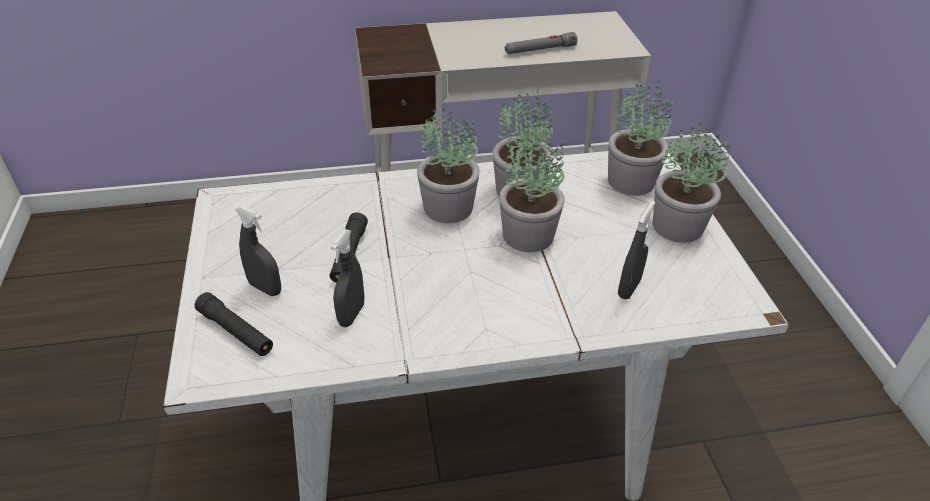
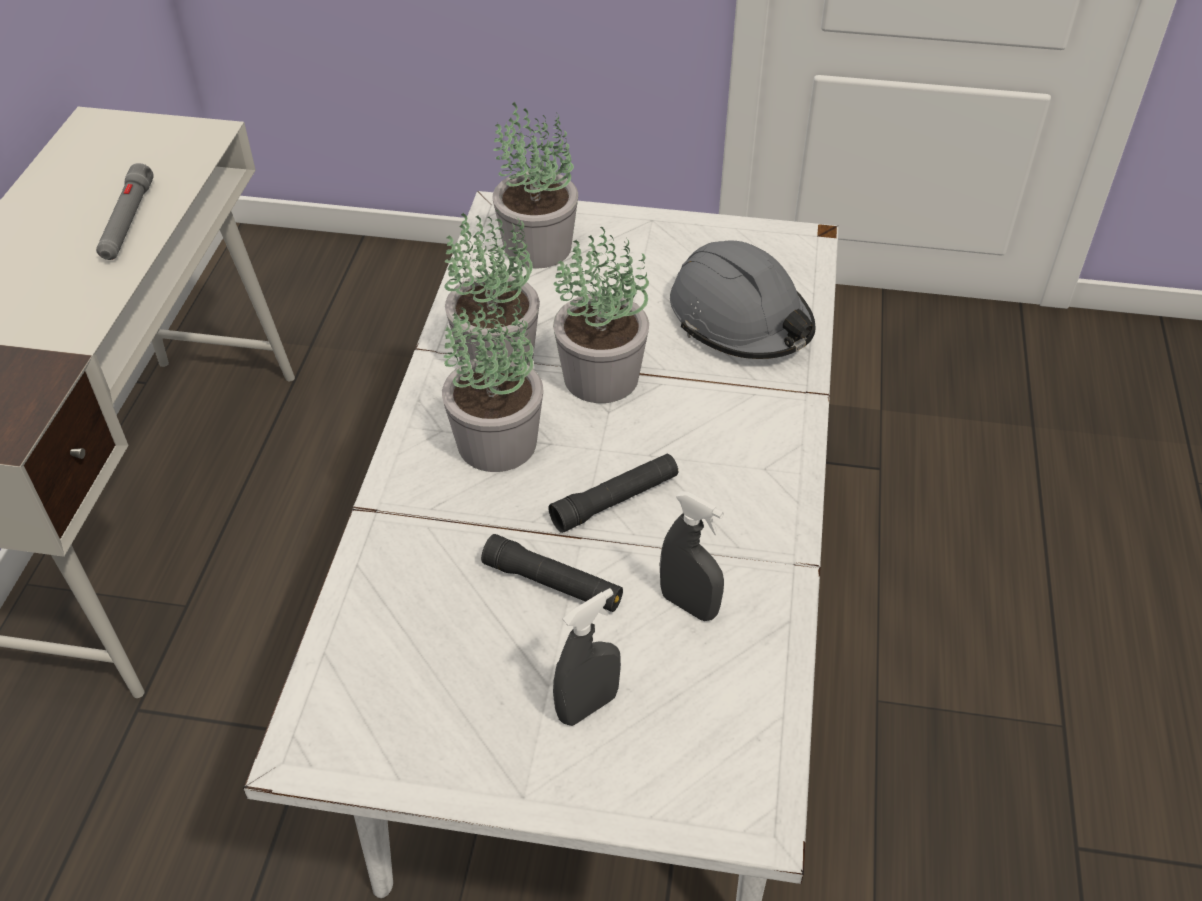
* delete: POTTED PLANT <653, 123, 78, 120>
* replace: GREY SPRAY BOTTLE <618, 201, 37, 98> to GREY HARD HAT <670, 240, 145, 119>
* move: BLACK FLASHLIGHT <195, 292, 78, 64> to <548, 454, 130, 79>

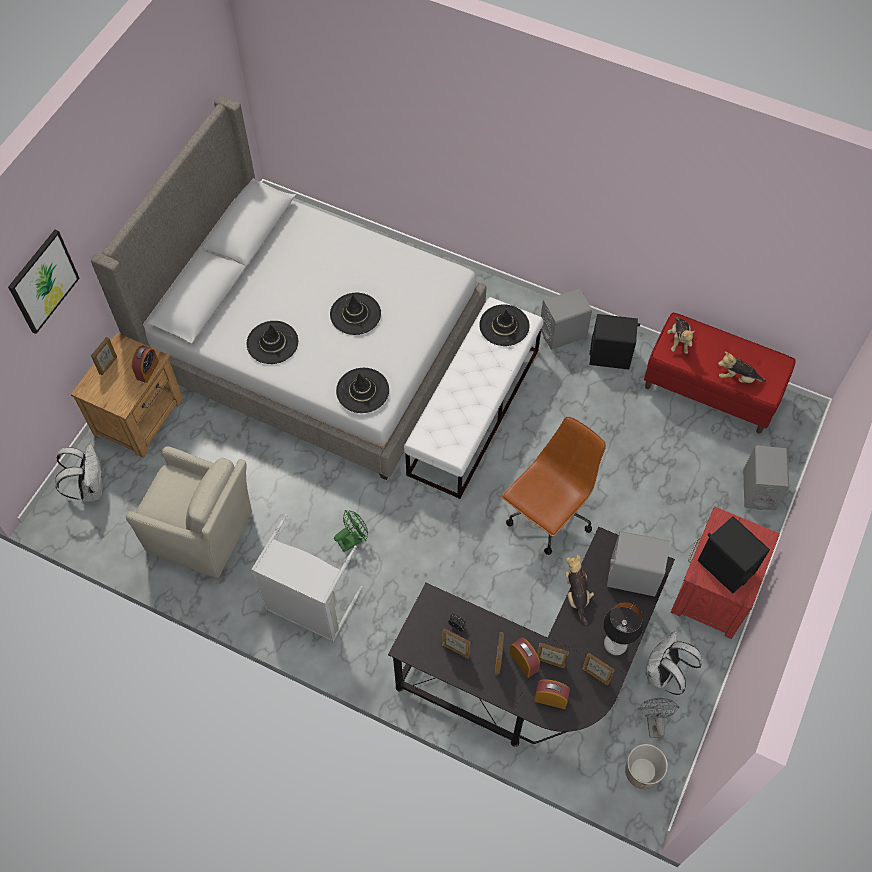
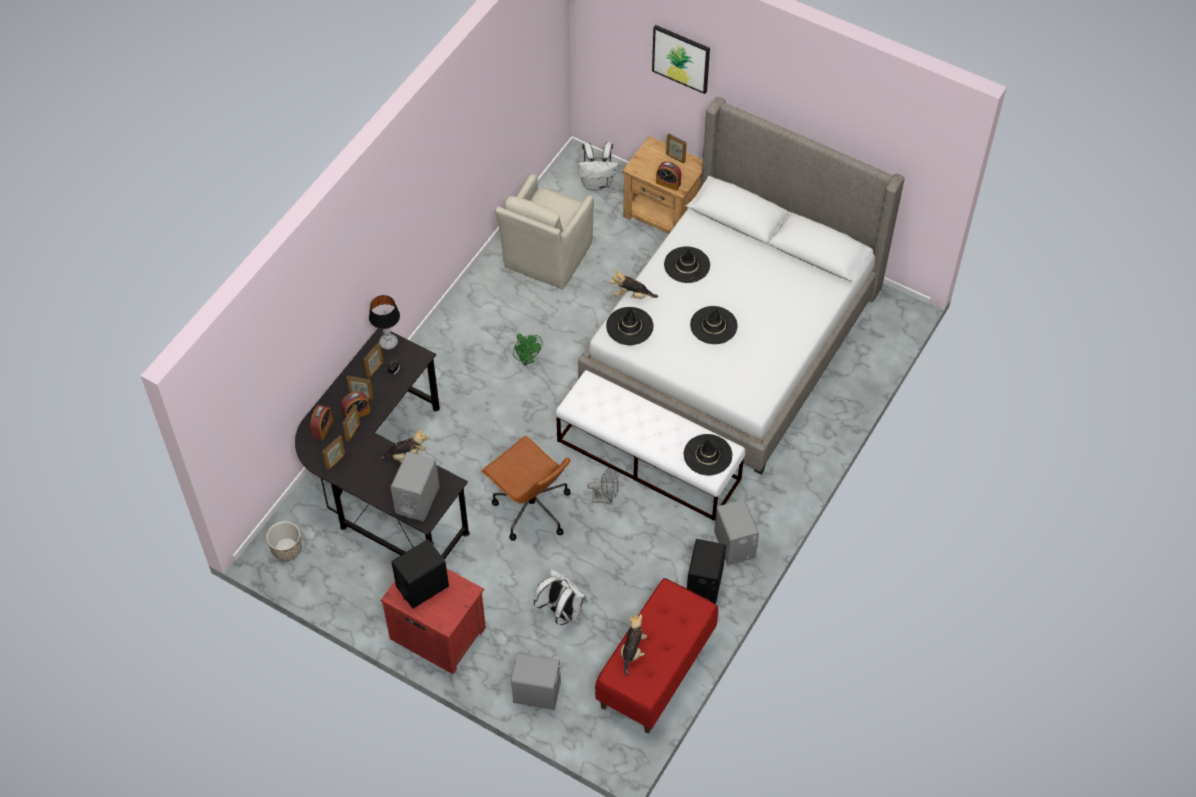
* move: PLUSH TOY <667, 317, 28, 37> to <610, 270, 48, 29>
* delete: GREY LAUNDRY BASKET <251, 514, 112, 128>
* move: TABLE LAMP <603, 602, 40, 53> to <369, 295, 31, 55>
* move: WHITE BACKPACK <645, 631, 57, 64> to <534, 569, 53, 56>
* move: GREY FAN <638, 698, 42, 40> to <587, 468, 32, 36>

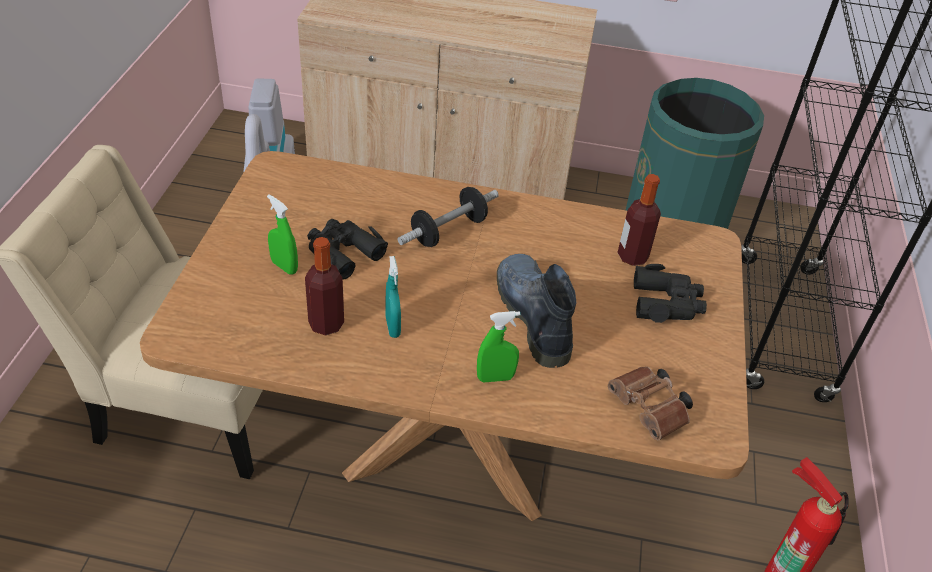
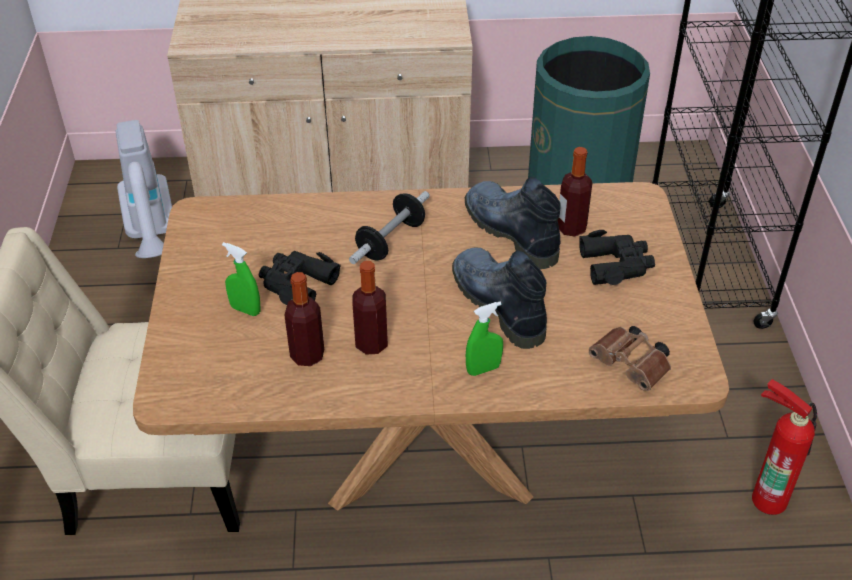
* replace: TURQUOISE SPRAY BOTTLE <386, 256, 15, 82> to BOTTLE <352, 261, 36, 93>
* insert: BOOT <465, 177, 96, 92>

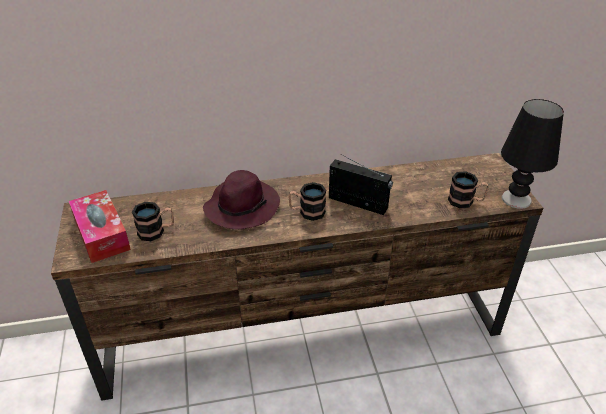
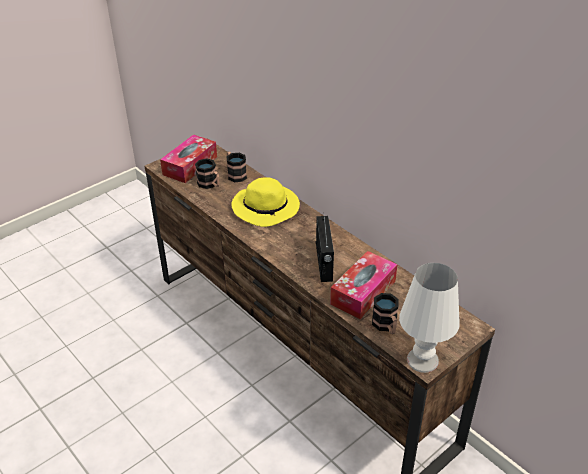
* recolor: BLACK TABLE LAMP <501, 99, 63, 110> to WHITE TABLE LAMP <399, 263, 61, 110>
* recolor: PURPLE HAT <203, 170, 77, 59> to YELLOW HAT <231, 177, 69, 50>
* move: MUG <288, 182, 38, 39> to <226, 152, 21, 30>
* insert: TISSUE BOX <330, 251, 67, 68>

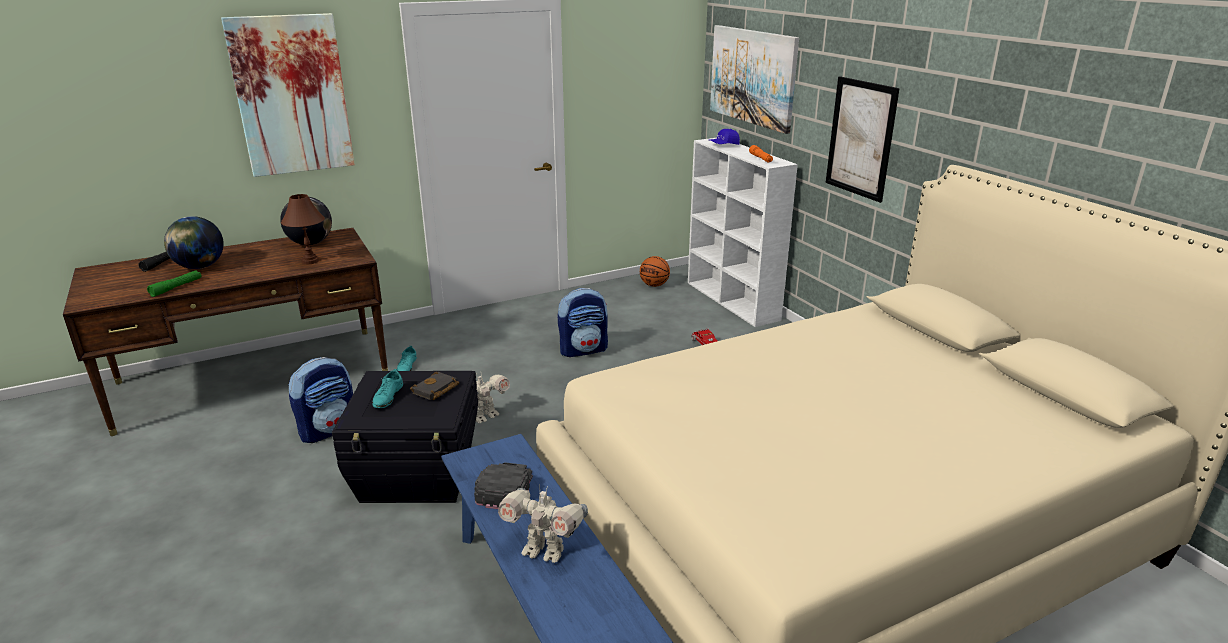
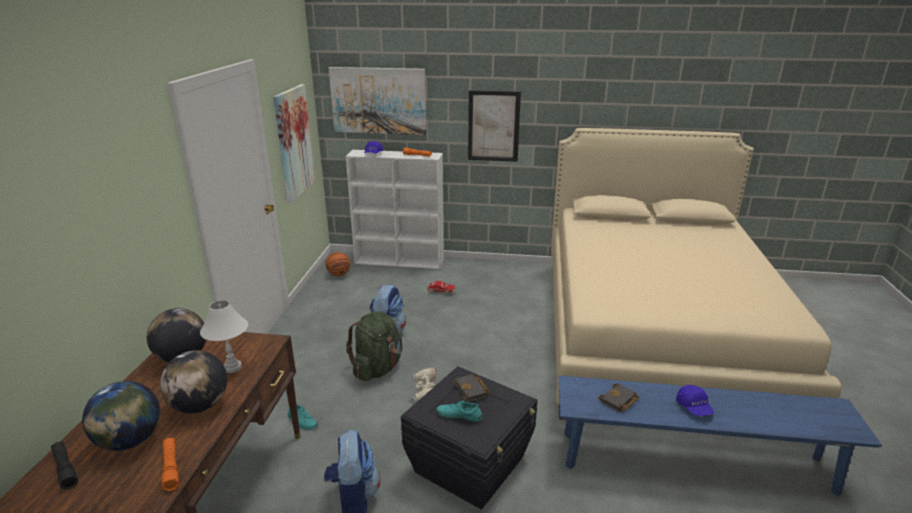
* move: PICTURE <221, 13, 134, 164> to <273, 84, 42, 119>
* recolor: BROWN TABLE LAMP <281, 194, 44, 70> to WHITE TABLE LAMP <200, 300, 48, 73>
* recolor: GREEN FLASHLIGHT <147, 270, 54, 27> to ORANGE FLASHLIGHT <162, 437, 17, 55>
* rotate: TURQUOISE SHOE <372, 369, 31, 39> = <436, 400, 46, 22> 150 degrees clockwise
* replace: BLACK CAP <474, 462, 59, 47> to BLACK BOOK <598, 383, 41, 29>
* replace: TOY ROBOT <498, 484, 90, 79> to BLUE CAP <676, 385, 38, 31>
* insert: GREEN BACKPACK <346, 312, 56, 69>
* insert: GLOBE <160, 350, 67, 63>

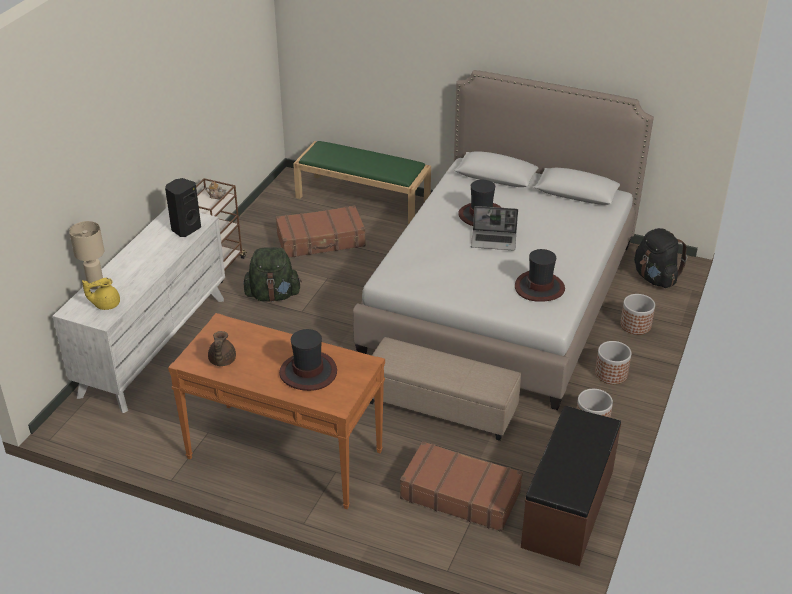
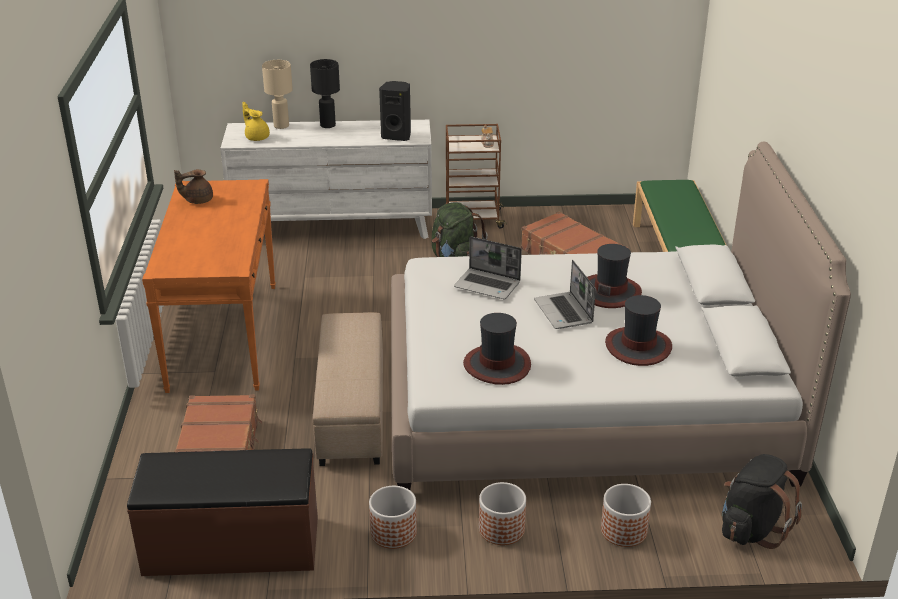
* move: HAT <279, 329, 58, 62> to <605, 295, 67, 71>
* insert: BLACK TABLE LAMP <310, 59, 30, 69>
* insert: LAPTOP <454, 236, 68, 63>

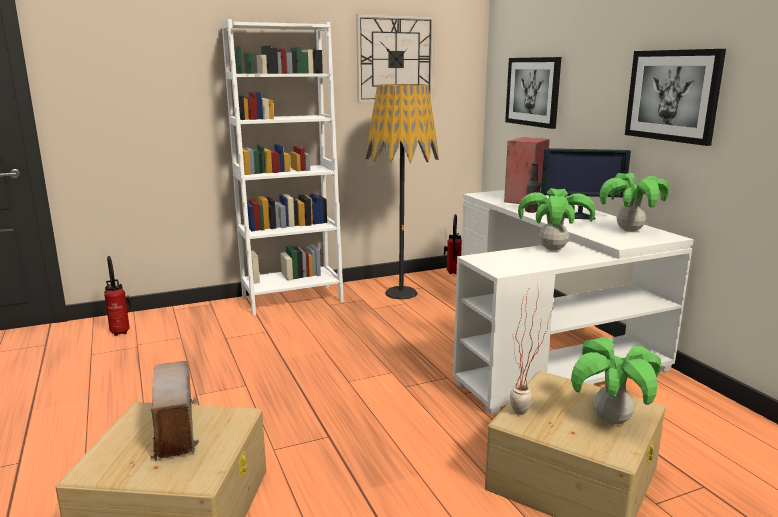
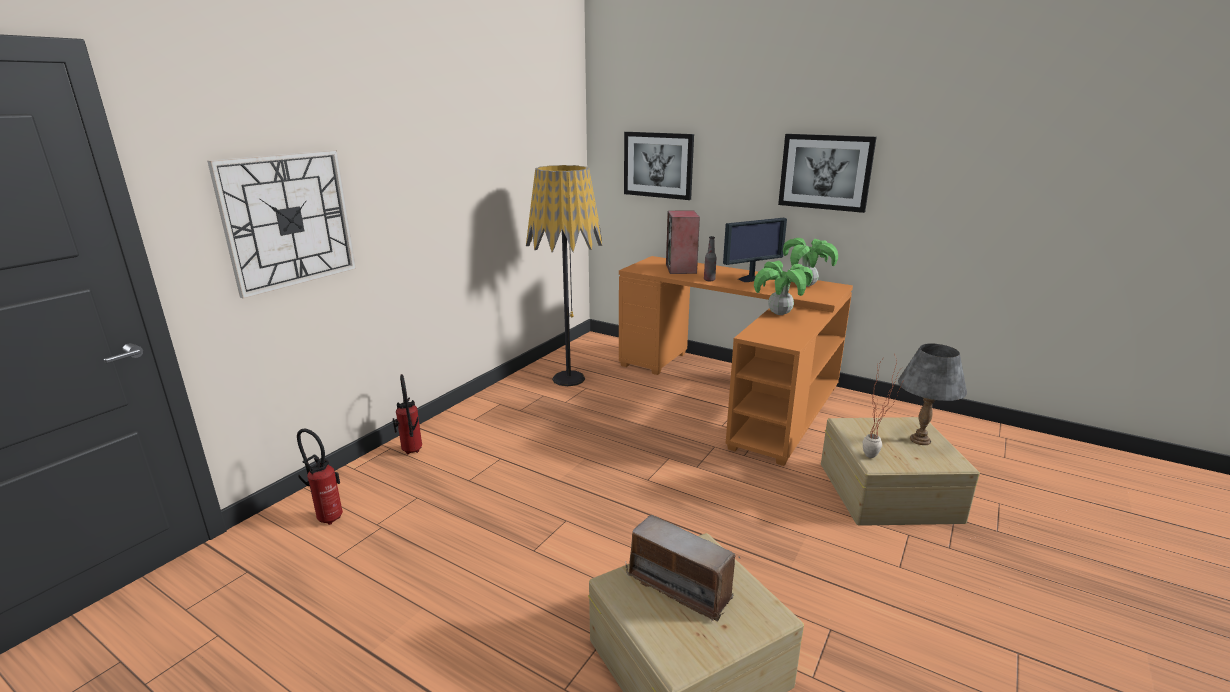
* move: WALL CLOCK <356, 14, 78, 89> to <207, 150, 149, 149>
* delete: WHITE BOOKCASE <222, 19, 122, 297>
* recolor: WHITE DESK <453, 190, 241, 225> to ORANGE DESK <619, 256, 234, 210>
* move: FIRE EXTINGUISHER <444, 214, 18, 61> to <392, 374, 30, 80>
* replace: POTTED PLANT <571, 337, 90, 87> to GREY TABLE LAMP <898, 344, 69, 101>

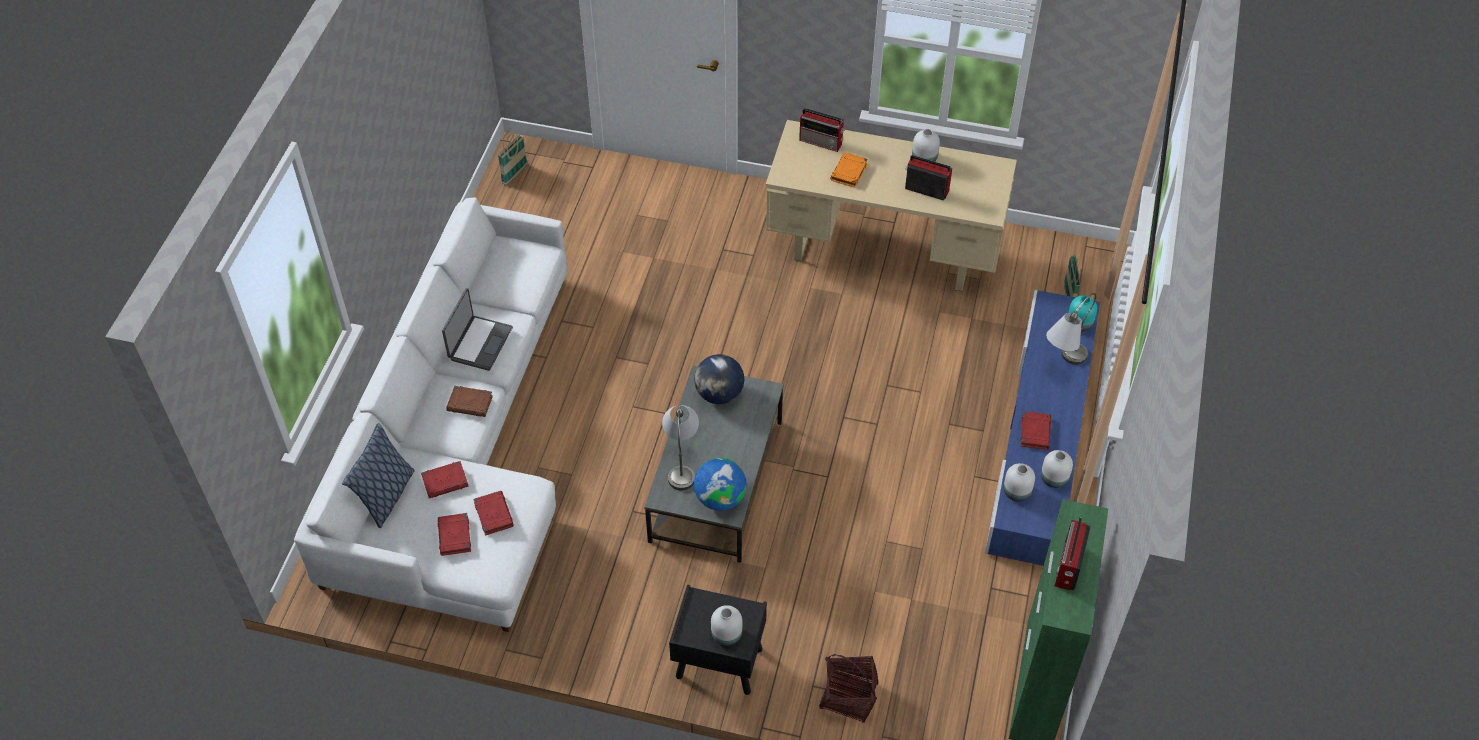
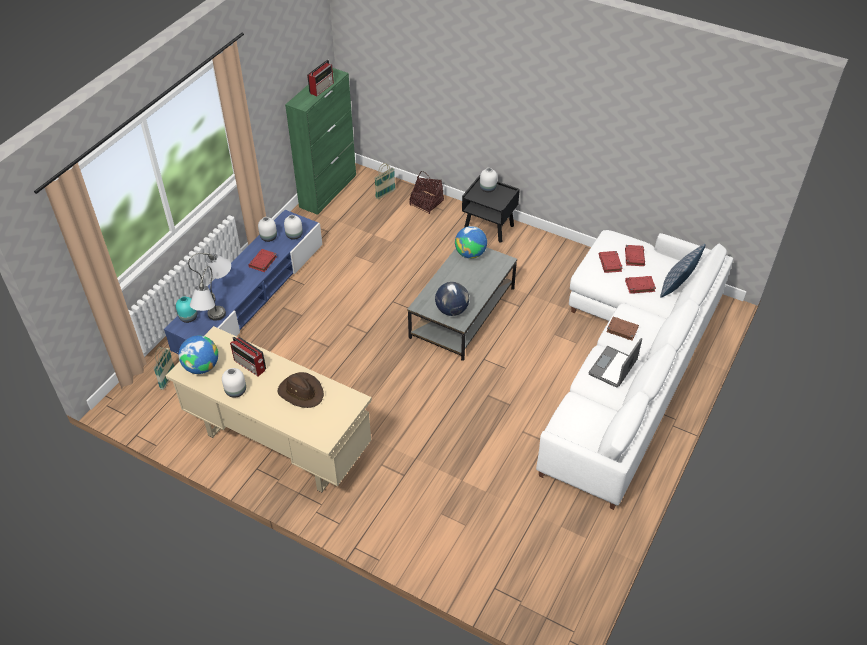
* delete: RADIO <799, 108, 46, 44>
* move: BASKET <498, 130, 29, 55> to <374, 163, 22, 36>
* replace: ORANGE BOOK <830, 152, 38, 36> to BROWN HAT <277, 372, 47, 36>
* move: GREY TABLE LAMP <662, 405, 37, 86> to <190, 266, 36, 55>
* insert: GLOBE <179, 335, 39, 39>

